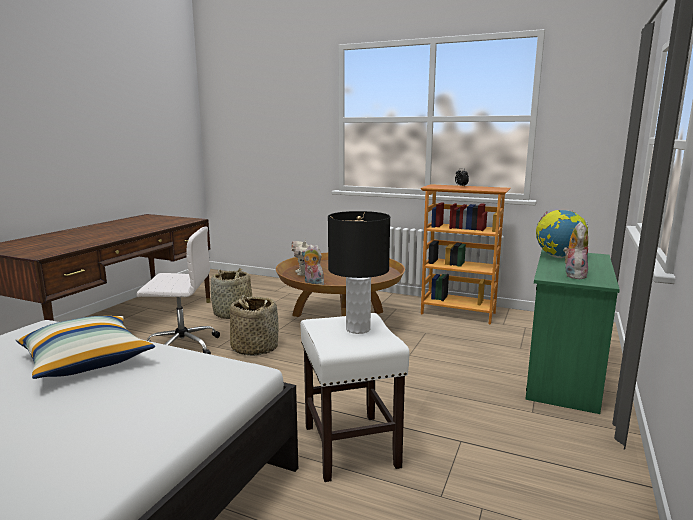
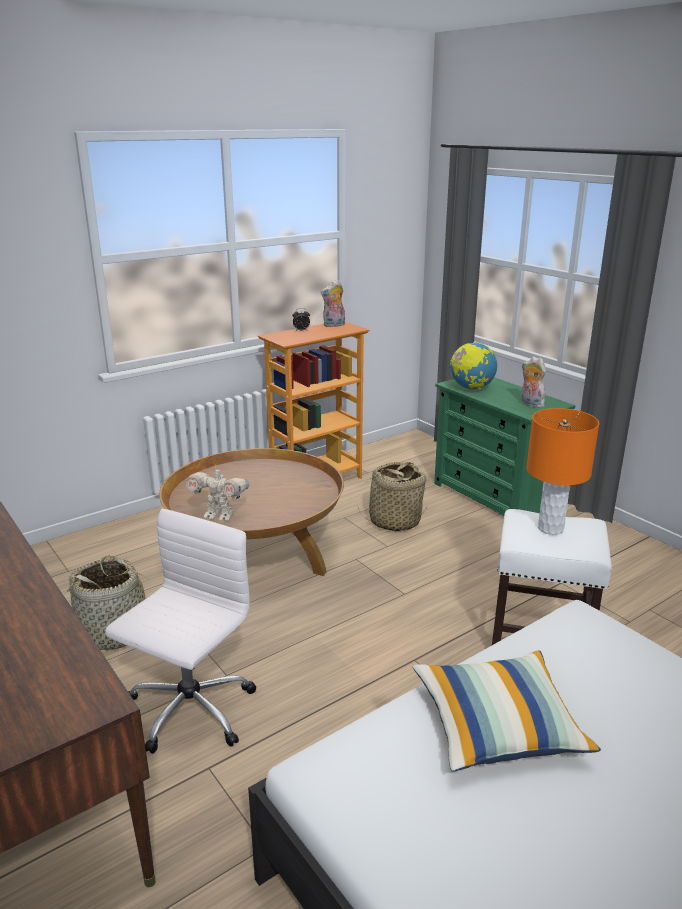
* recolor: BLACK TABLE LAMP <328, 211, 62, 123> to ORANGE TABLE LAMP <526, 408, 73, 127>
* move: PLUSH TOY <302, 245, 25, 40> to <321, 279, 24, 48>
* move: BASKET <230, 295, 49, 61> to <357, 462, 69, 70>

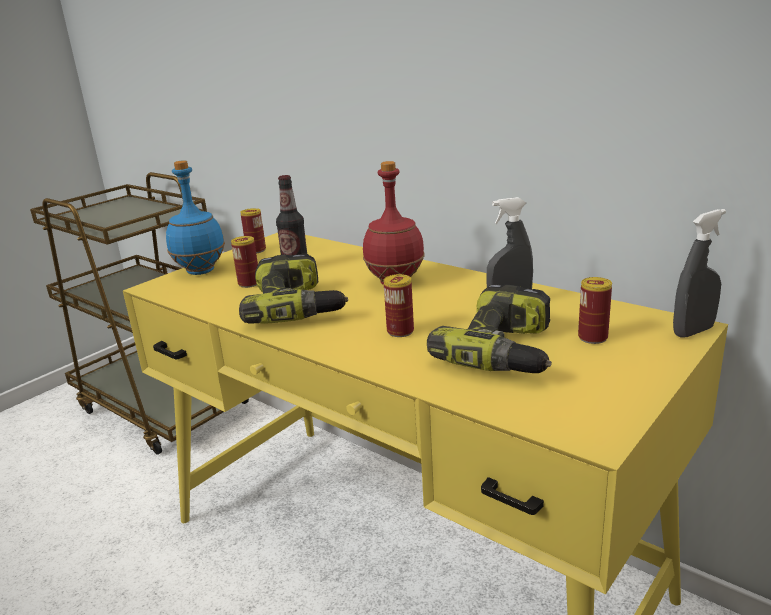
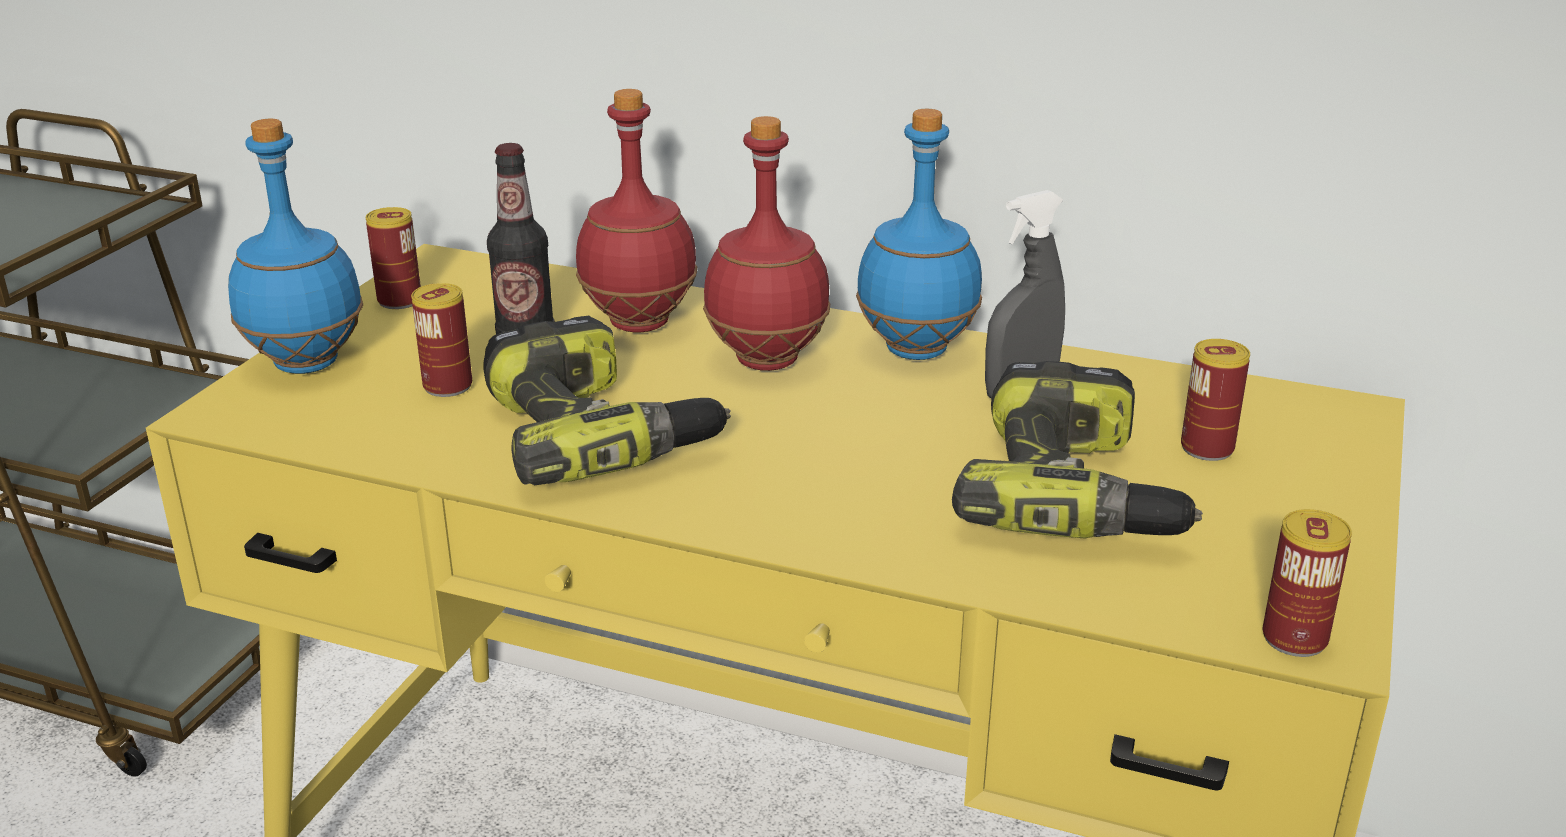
* delete: GREY SPRAY BOTTLE <673, 209, 53, 129>
* move: CAN <383, 274, 31, 63> to <1263, 509, 89, 148>
* insert: RED BOTTLE <576, 89, 122, 243>
* insert: BLUE BOTTLE <856, 109, 126, 251>

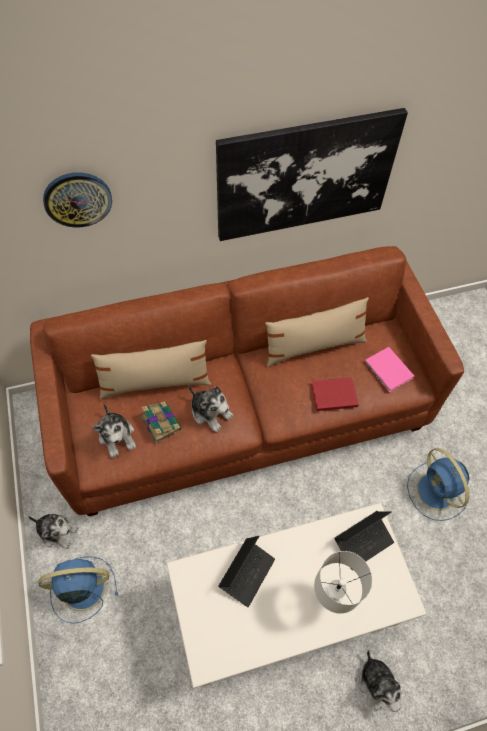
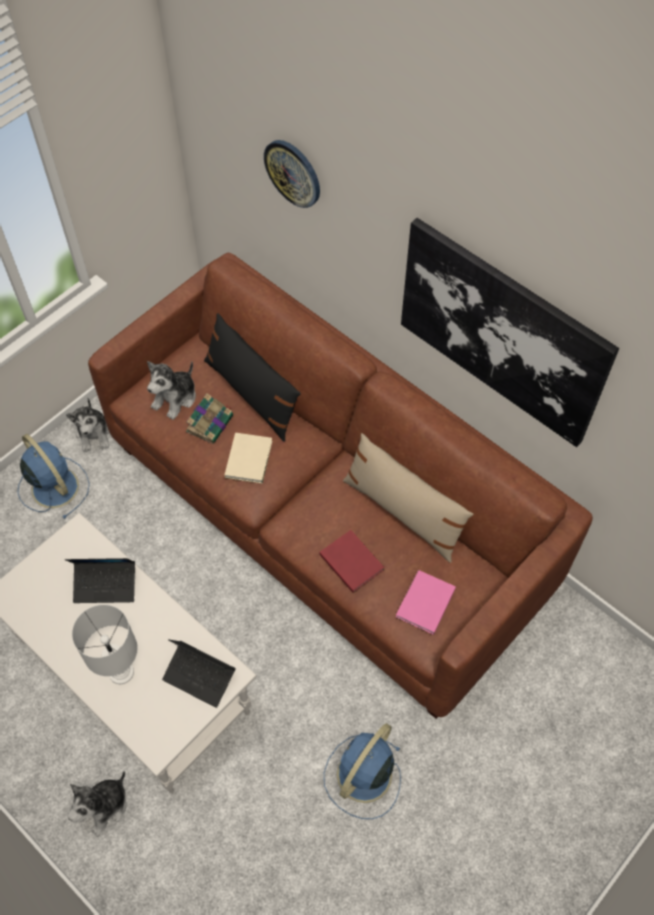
* recolor: BEIGE PILLOW <91, 340, 120, 59> to BLACK PILLOW <204, 313, 97, 129>
* replace: PLUSH TOY <188, 385, 45, 47> to BEIGE BOOK <224, 433, 48, 51>

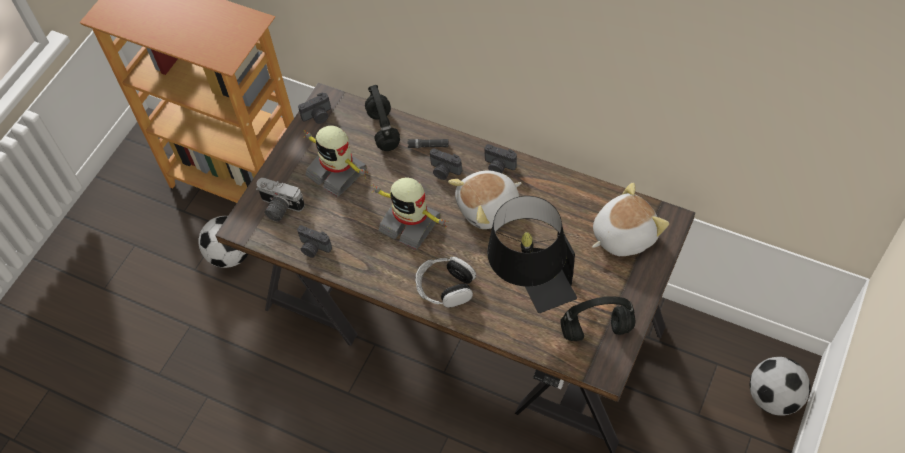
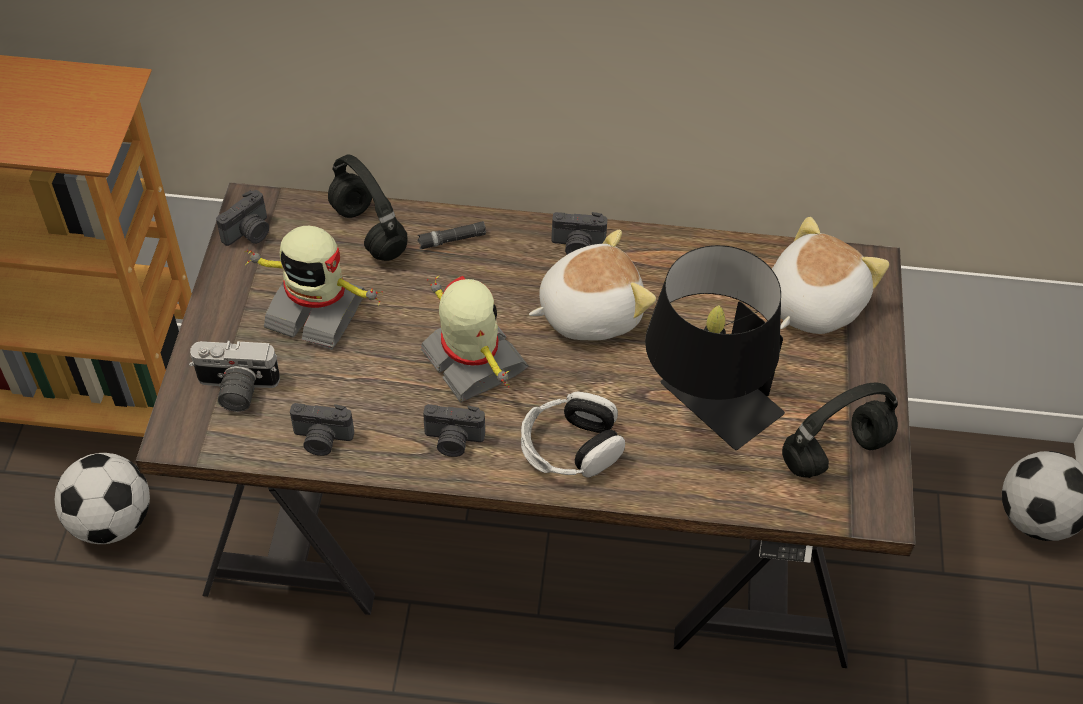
* move: PHOTO CAMERA <430, 148, 32, 32> to <423, 404, 62, 53>
* rotate: PLUSH TOY <448, 171, 73, 58> = <529, 230, 127, 110> 150 degrees counterclockwise
* rotate: TOY ROBOT <371, 178, 76, 72> = <421, 275, 108, 127> 135 degrees counterclockwise

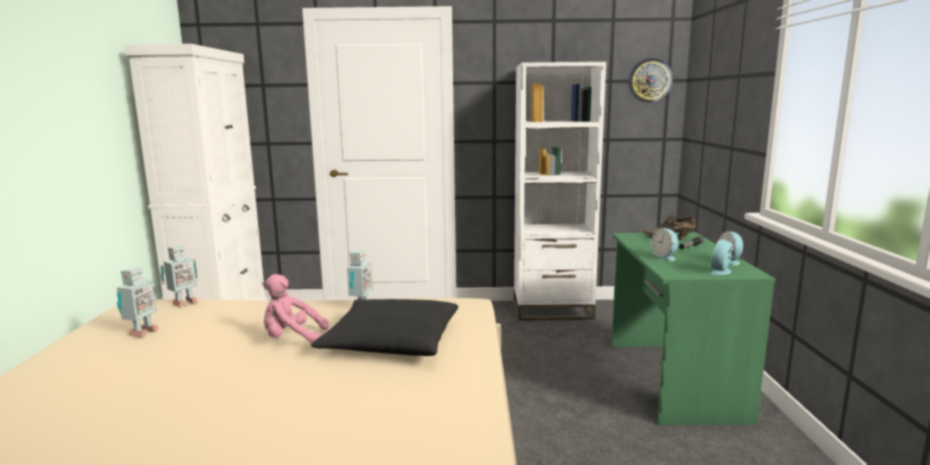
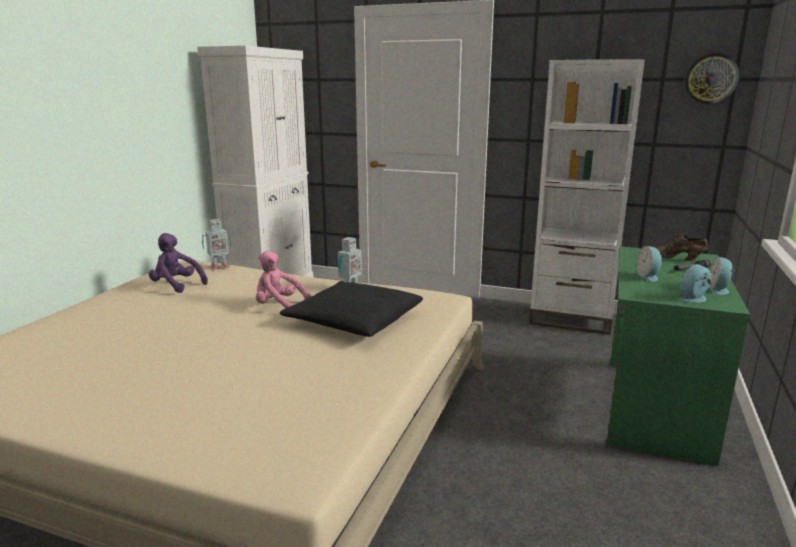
* replace: TOY ROBOT <117, 267, 42, 71> to PURPLE PLUSH TOY <149, 233, 59, 60>

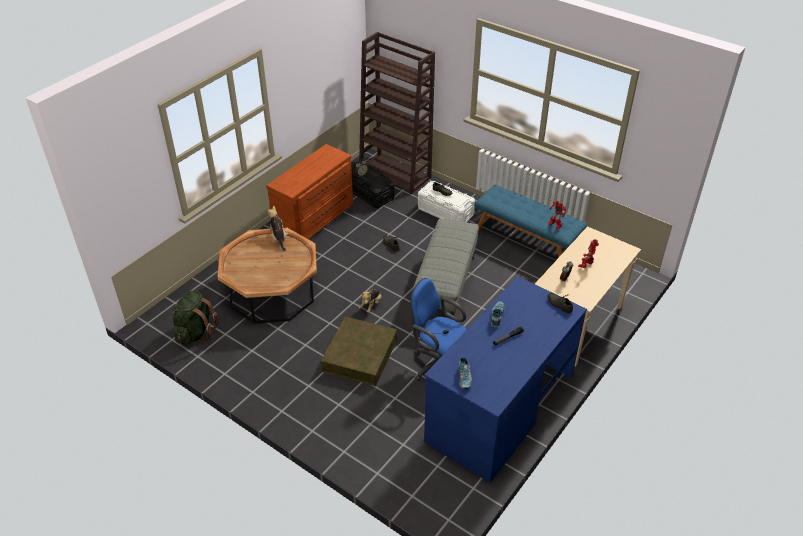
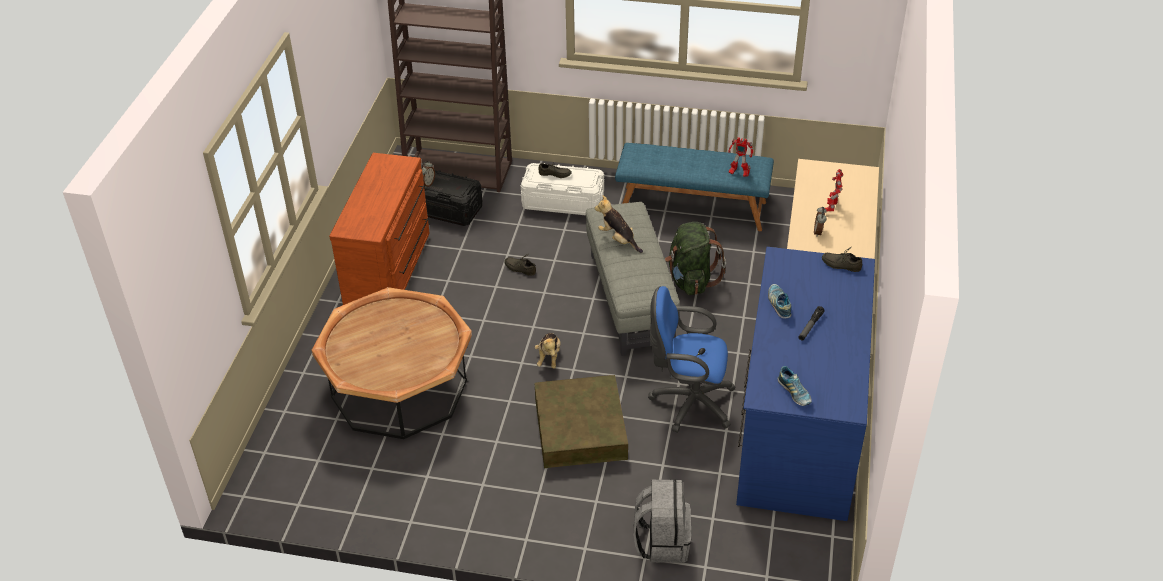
* move: PLUSH TOY <268, 205, 21, 46> to <595, 195, 48, 58>
* move: GREEN BACKPACK <173, 291, 46, 53> to <665, 222, 61, 73>
* insert: GREY BACKPACK <633, 480, 58, 83>

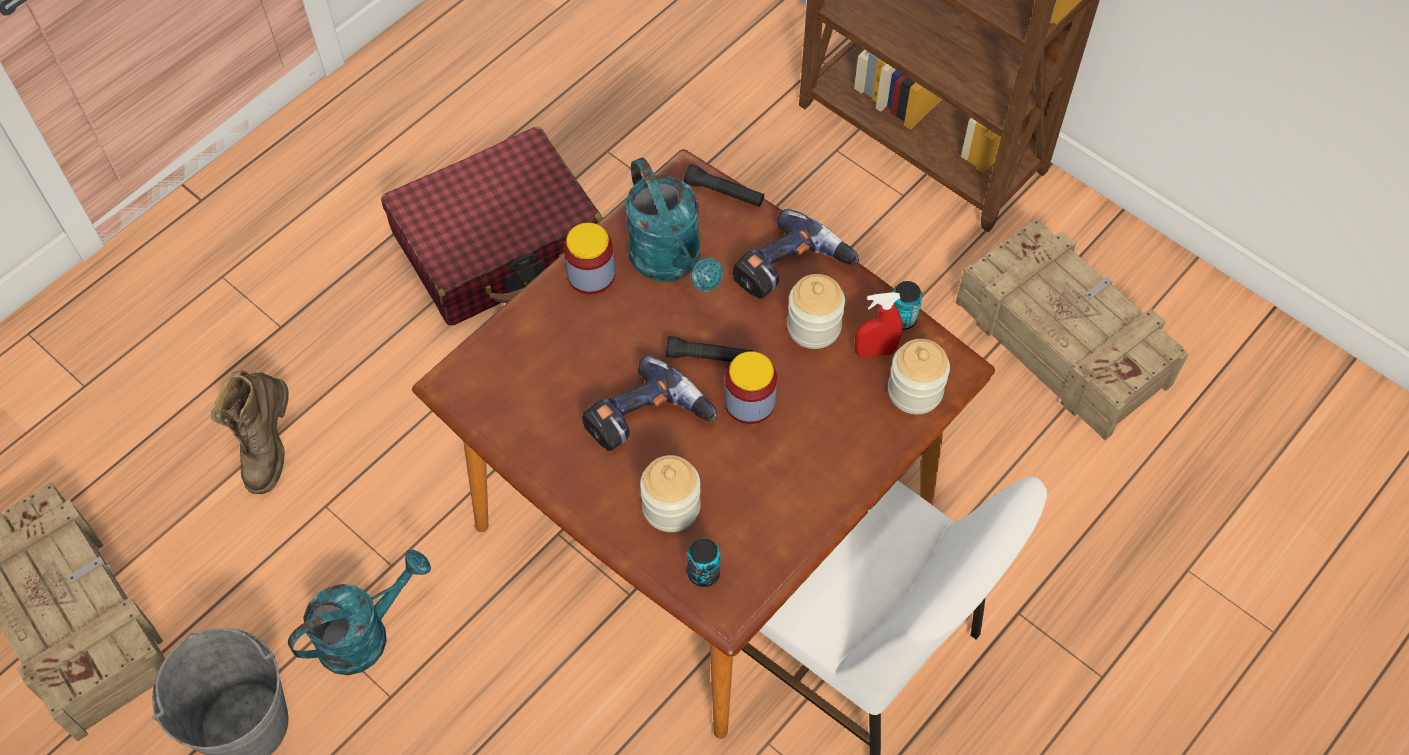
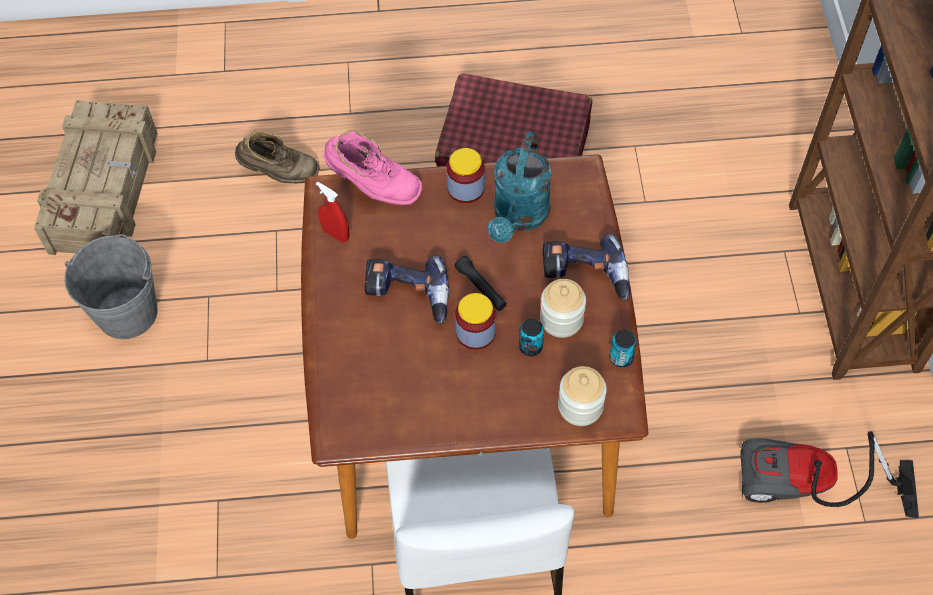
* delete: BLACK FLASHLIGHT <684, 164, 80, 43>
* replace: CRATE <956, 218, 232, 222> to VACUUM CLEANER <740, 431, 179, 87>
* move: RED SPRAY BOTTLE <855, 292, 47, 66> to <316, 182, 33, 60>
* rotate: BROWN BOOT <210, 371, 79, 123> = <235, 130, 84, 53> 135 degrees counterclockwise
* delete: JAR <640, 455, 61, 77>
* move: CAN <687, 538, 33, 49> to <519, 318, 25, 38>
* delete: TURQUOISE WATERING CAN <288, 550, 143, 125>
* insert: PINK BOOT <324, 130, 98, 75>

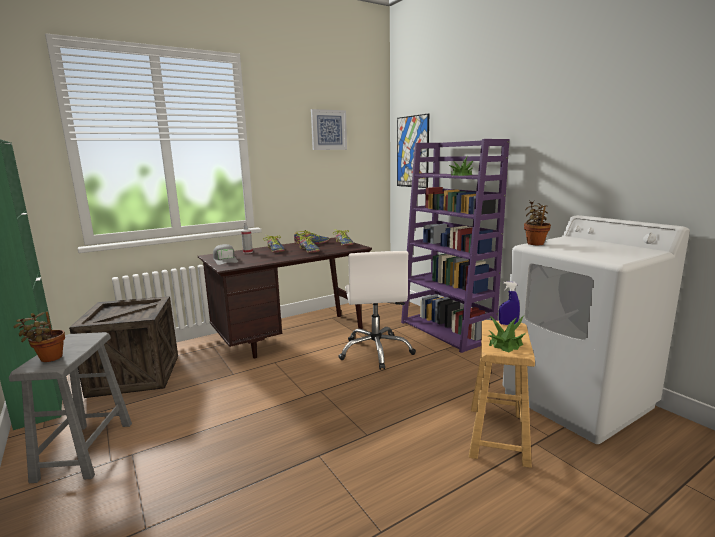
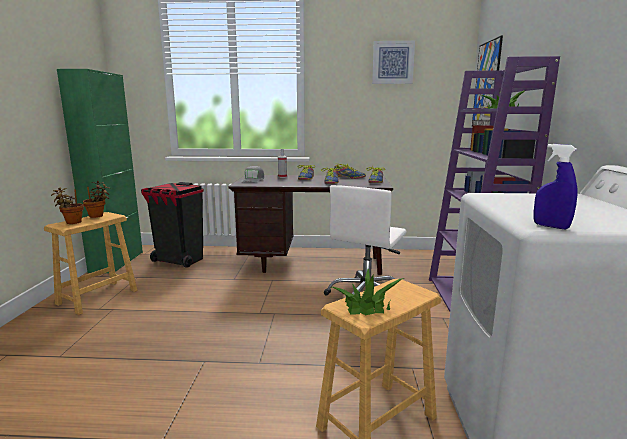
* move: POTTED PLANT <524, 201, 27, 44> to <83, 181, 27, 37>
* move: BLUE SPRAY BOTTLE <499, 282, 21, 43> to <534, 144, 44, 85>
* replace: CRATE <69, 296, 109, 102> to BLACK TRASH CAN <141, 182, 63, 86>
* recolor: GREY STOOL <8, 332, 124, 151> to BROWN STOOL <44, 212, 93, 103>

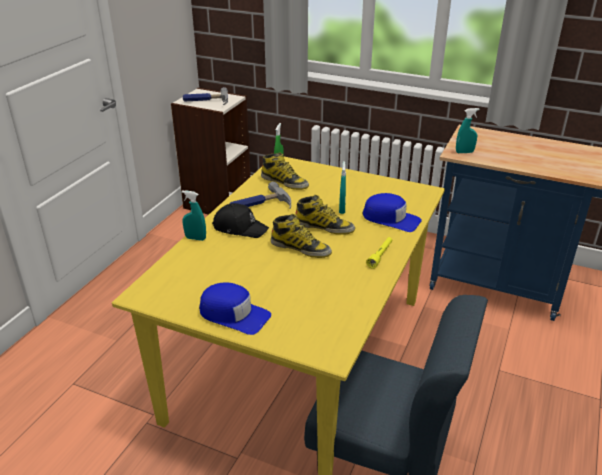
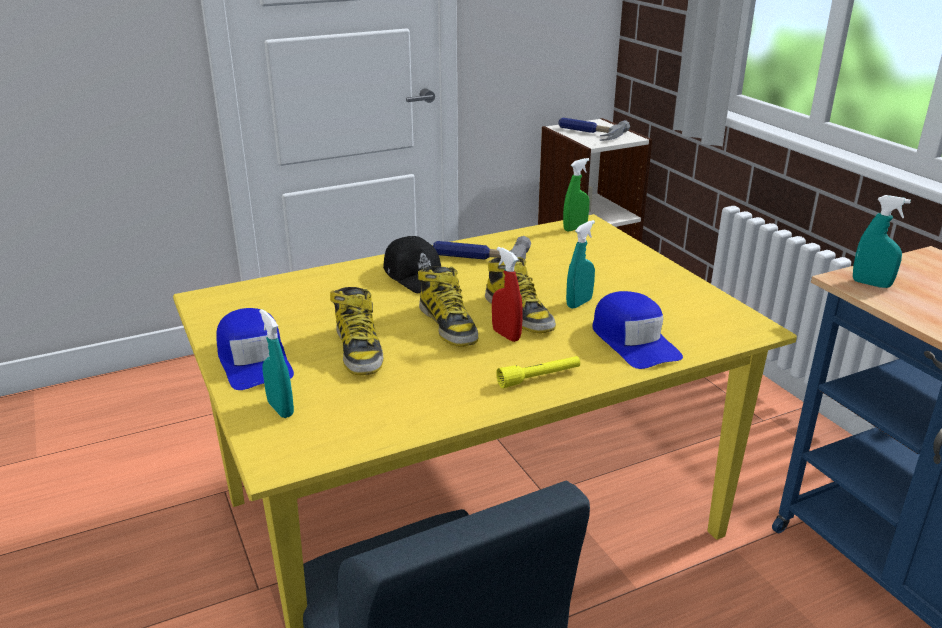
* move: BOOT <261, 152, 48, 38> to <330, 287, 54, 88>
* move: TURQUOISE SPRAY BOTTLE <182, 190, 24, 51> to <259, 309, 35, 109>
* insert: RED SPRAY BOTTLE <492, 247, 31, 95>

